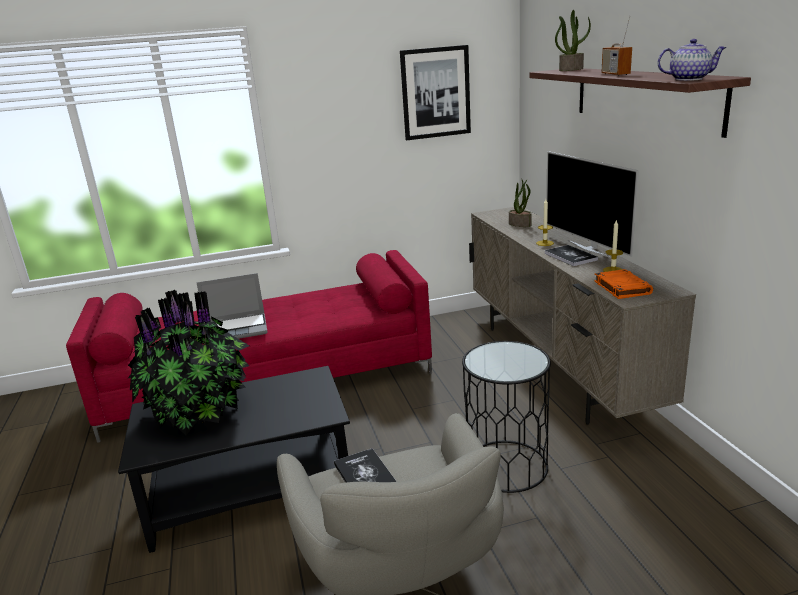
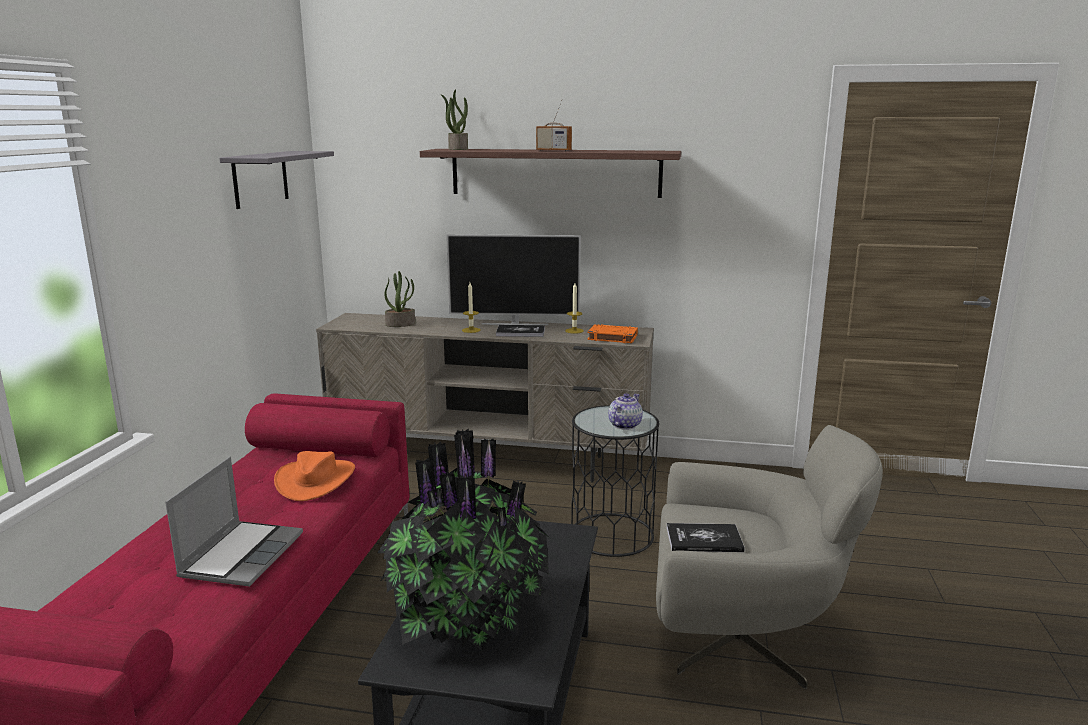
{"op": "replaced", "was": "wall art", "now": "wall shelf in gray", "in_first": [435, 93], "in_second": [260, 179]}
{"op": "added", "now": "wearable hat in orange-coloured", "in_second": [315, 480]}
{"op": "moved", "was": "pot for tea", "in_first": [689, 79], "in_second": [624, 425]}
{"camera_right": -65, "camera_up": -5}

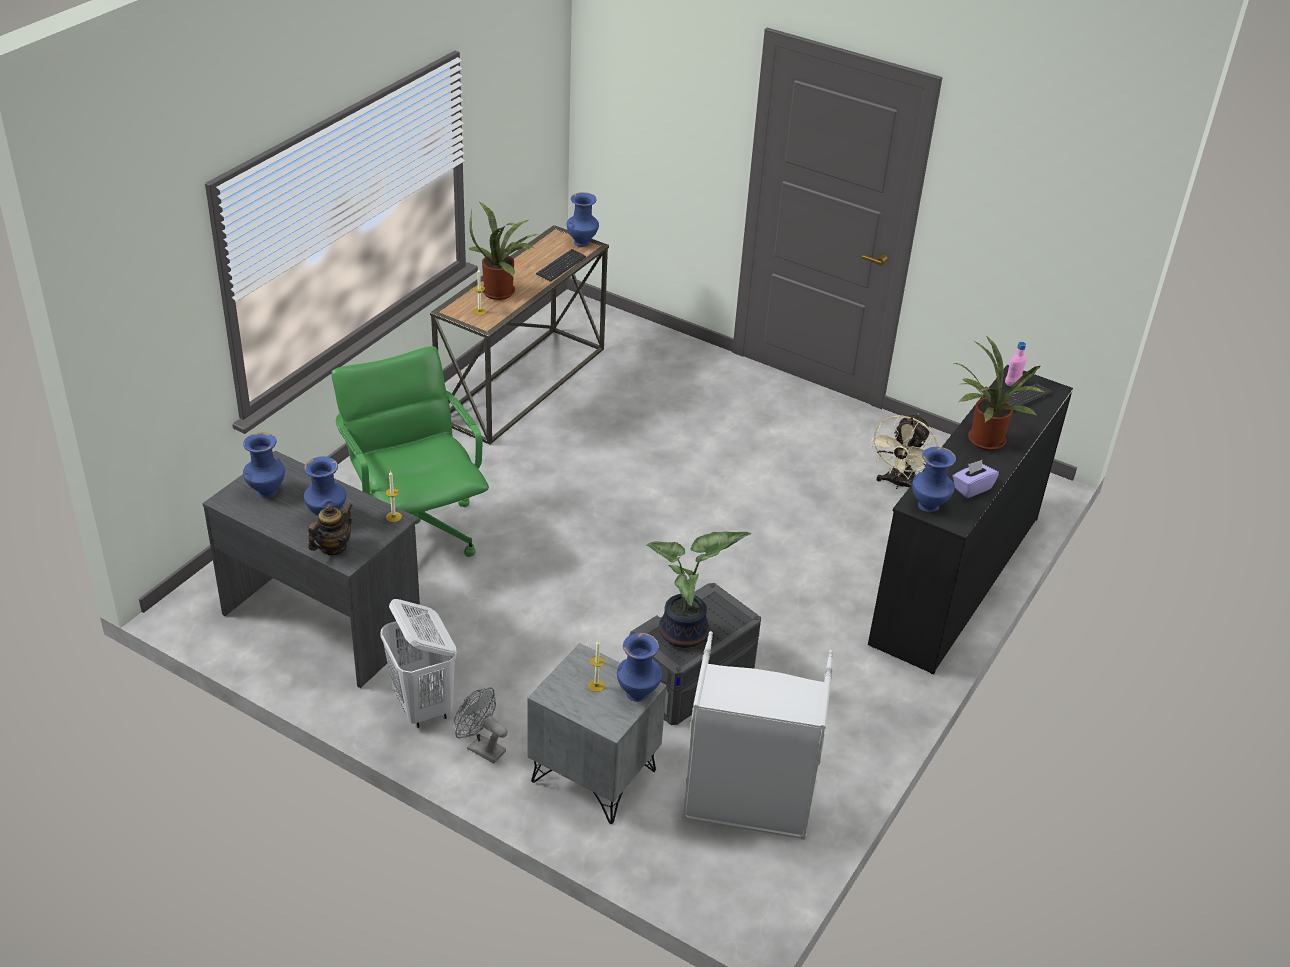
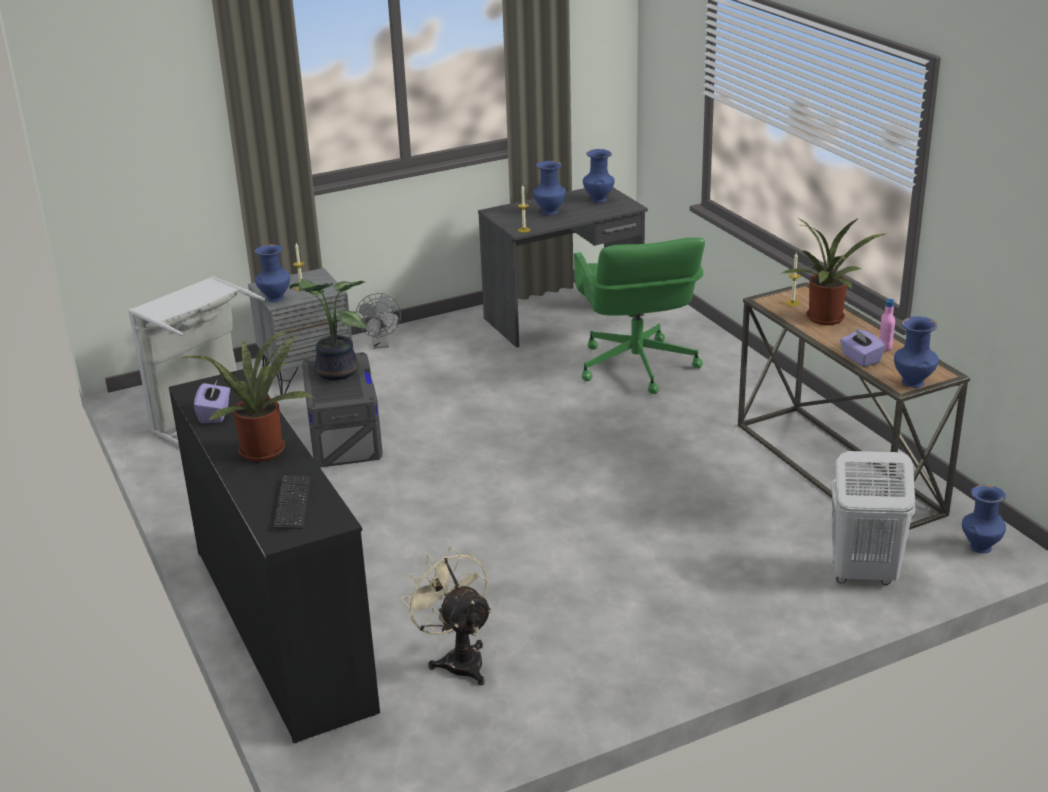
{"op": "turned", "was": "electric fan in gray", "in_first": [481, 748], "in_second": [381, 344], "clockwise": 105}
{"op": "turned", "was": "desk chair in green-coloured", "in_first": [415, 532], "in_second": [636, 367], "clockwise": 75}
{"op": "moved", "was": "hamper in whitish", "in_first": [423, 706], "in_second": [863, 574]}
{"op": "replaced", "was": "PC keyboard", "now": "tissue box in purple", "in_first": [561, 266], "in_second": [860, 359]}
{"op": "moved", "was": "drink bottle in pink-coloured", "in_first": [1012, 383], "in_second": [885, 348]}
{"op": "moved", "was": "decorative vase in blue", "in_first": [929, 506], "in_second": [980, 548]}
{"op": "removed", "was": "pot for tea", "in_first": [332, 547]}
{"camera_right": 125, "camera_up": -10}

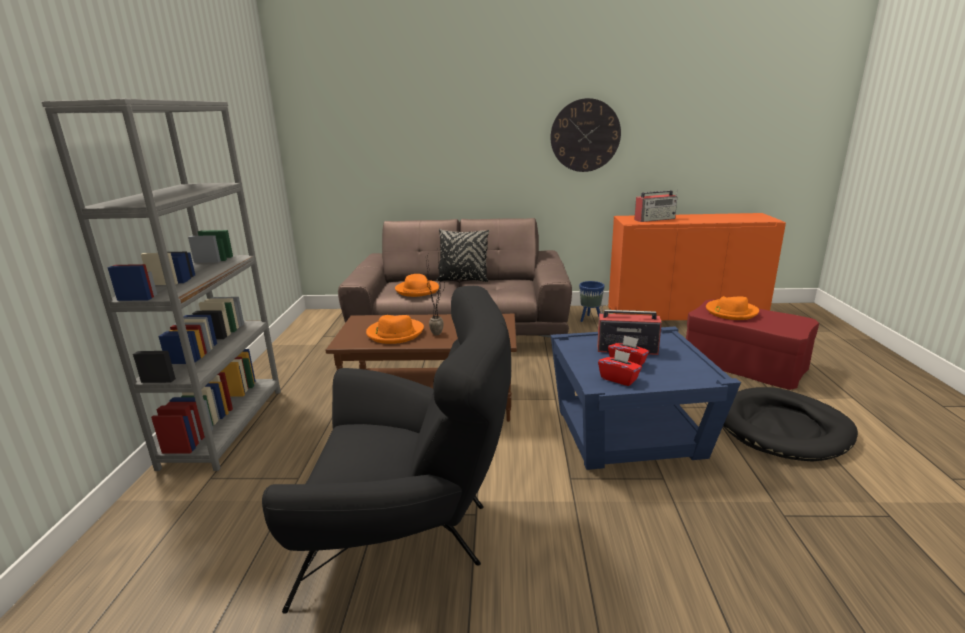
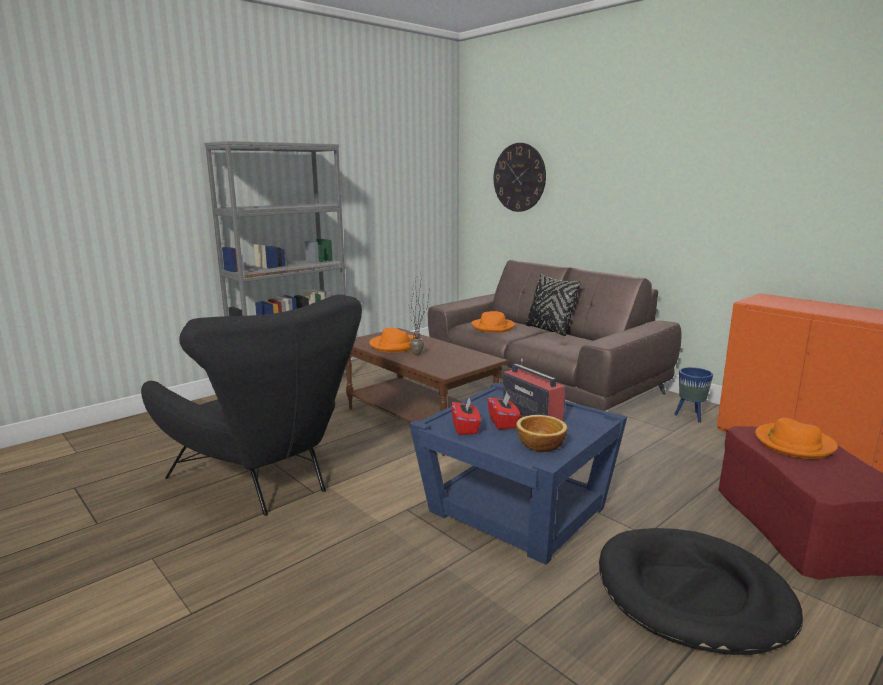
{"op": "moved", "was": "clock on the wall", "in_first": [585, 135], "in_second": [519, 177]}
{"op": "added", "now": "bowl", "in_second": [539, 444]}
{"op": "removed", "was": "radio receiver", "in_first": [655, 219]}
{"camera_right": 45, "camera_up": -5}

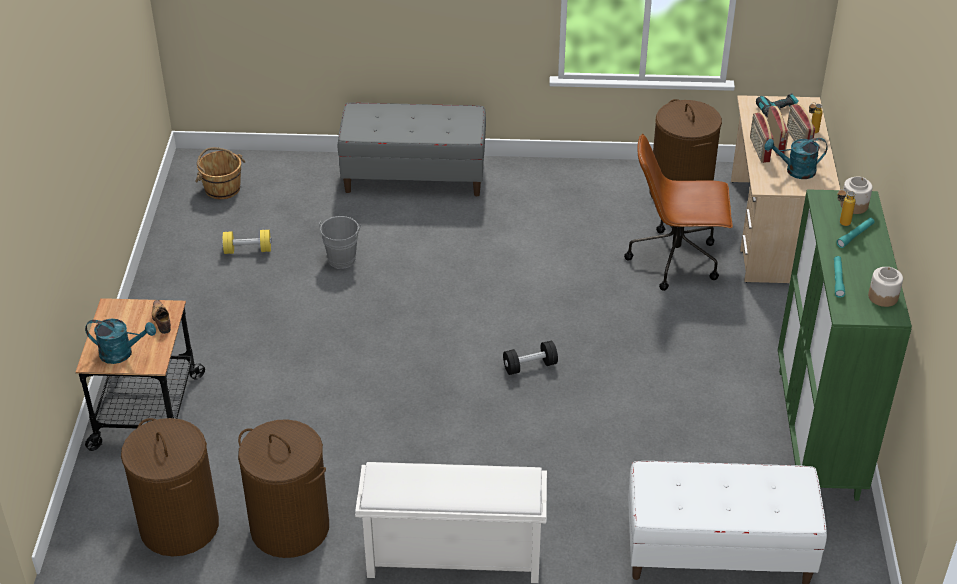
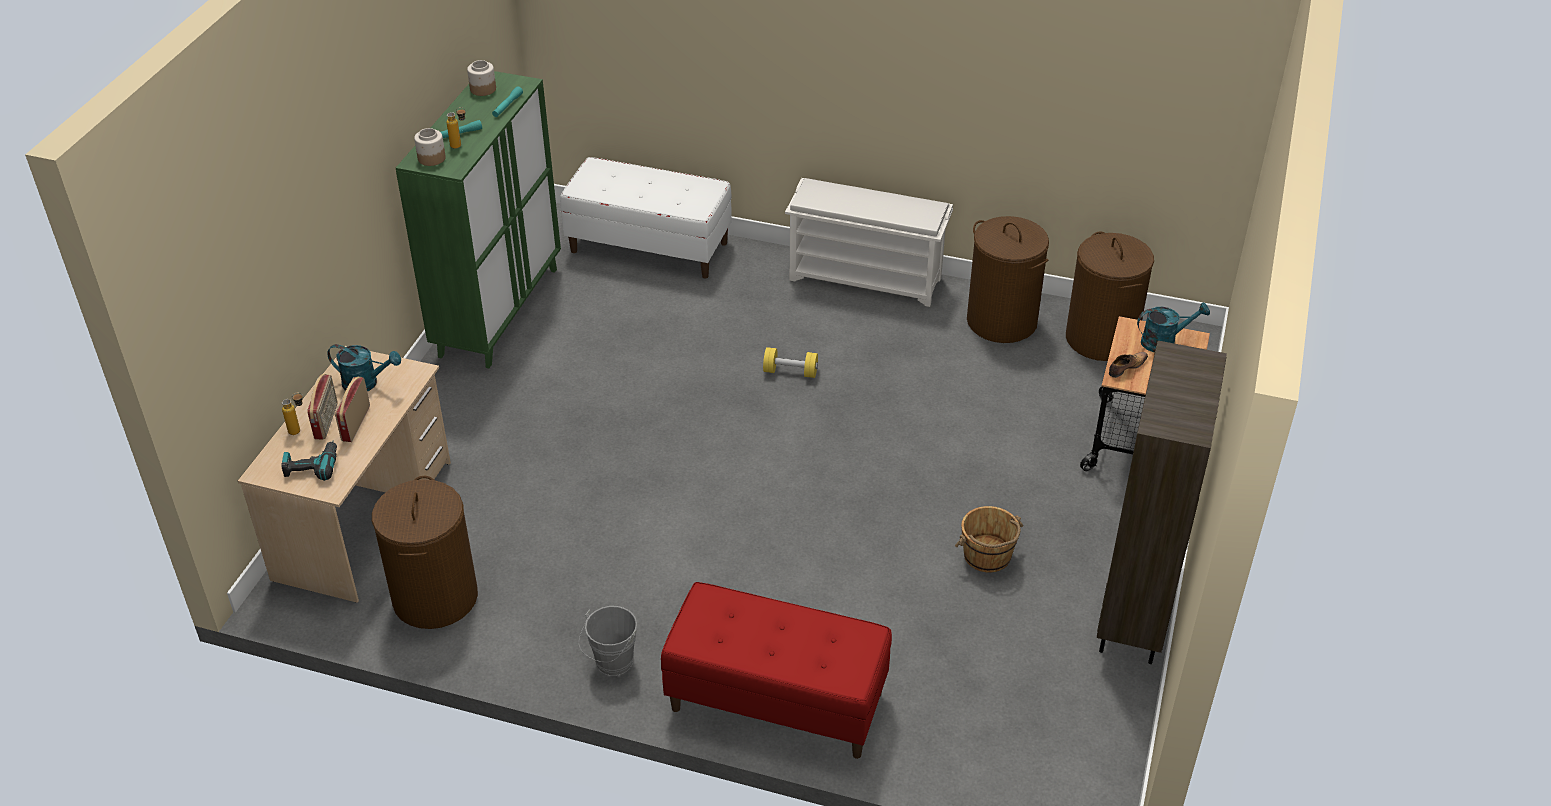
{"op": "moved", "was": "bucket in gray", "in_first": [343, 257], "in_second": [612, 664]}
{"op": "recoloured", "was": "indoor bench in gray", "now": "indoor bench in red-coloured", "in_first": [414, 176], "in_second": [776, 702]}
{"op": "moved", "was": "dumbbell in yellow", "in_first": [248, 250], "in_second": [790, 372]}
{"op": "moved", "was": "bucket in brown", "in_first": [222, 188], "in_second": [987, 556]}
{"op": "added", "now": "shelving unit in brown", "in_second": [1134, 619]}
{"op": "turned", "was": "item of footwear", "in_first": [161, 320], "in_second": [1126, 367], "clockwise": -120}
{"op": "turned", "was": "watering can in turquoise", "in_first": [122, 353], "in_second": [1164, 341], "clockwise": 150}
{"op": "removed", "was": "dumbbell in black-coloured", "in_first": [530, 366]}
{"op": "removed", "was": "desk chair in brown", "in_first": [676, 260]}
{"op": "removed", "was": "radio receiver", "in_first": [759, 150]}
{"camera_right": -165, "camera_up": 0}

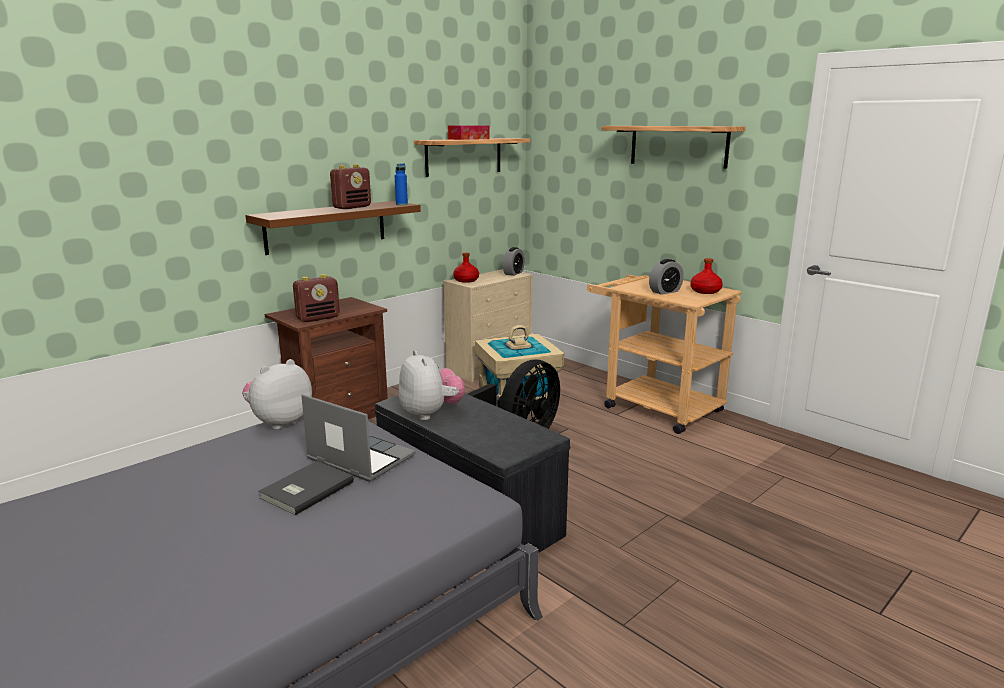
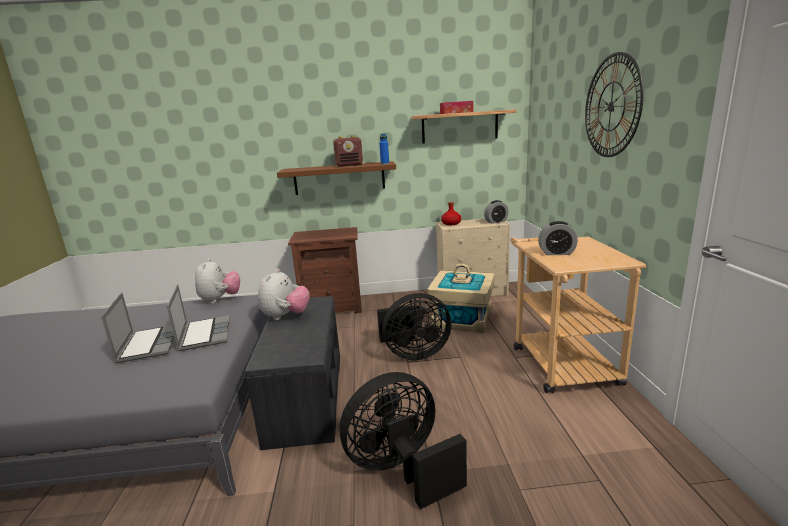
{"op": "replaced", "was": "bound book in gray", "now": "laptop", "in_first": [304, 490], "in_second": [148, 344]}
{"op": "turned", "was": "cuddly toy", "in_first": [279, 422], "in_second": [220, 299], "clockwise": 90}
{"op": "added", "now": "electric fan in black-coloured", "in_second": [401, 469]}
{"op": "replaced", "was": "wall shelf", "now": "clock on the wall", "in_first": [678, 146], "in_second": [611, 106]}
{"op": "removed", "was": "radio receiver", "in_first": [318, 318]}
{"op": "removed", "was": "drink bottle in red-coloured", "in_first": [705, 291]}
{"camera_right": 40, "camera_up": 0}

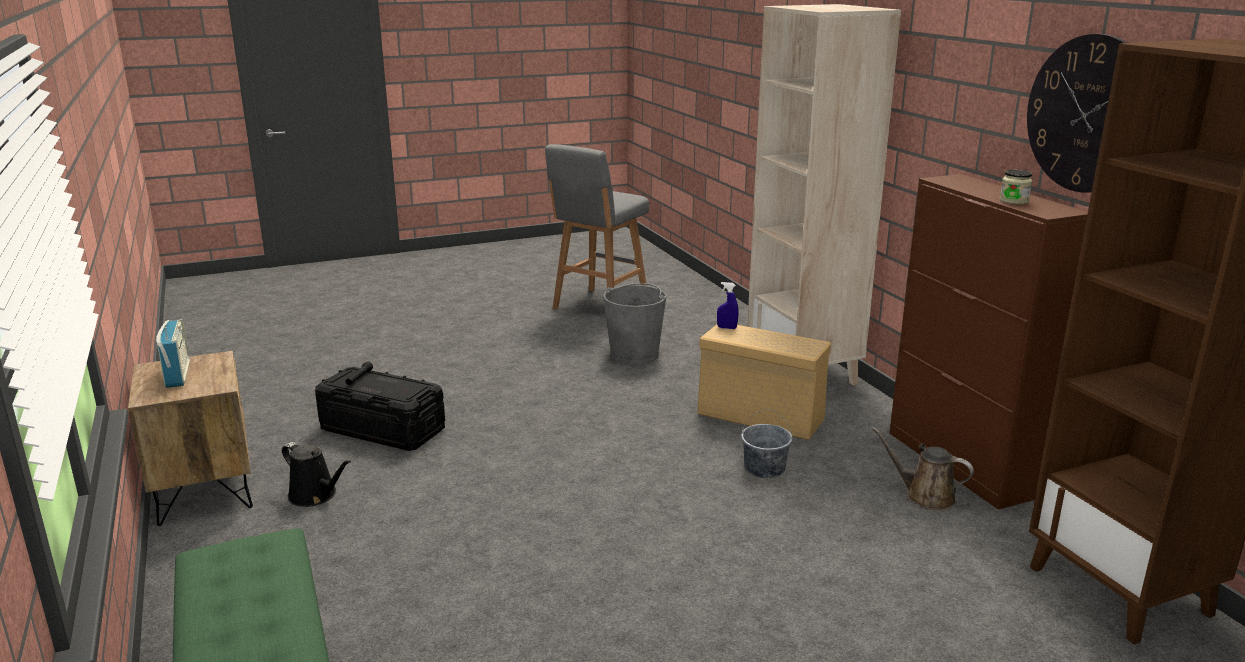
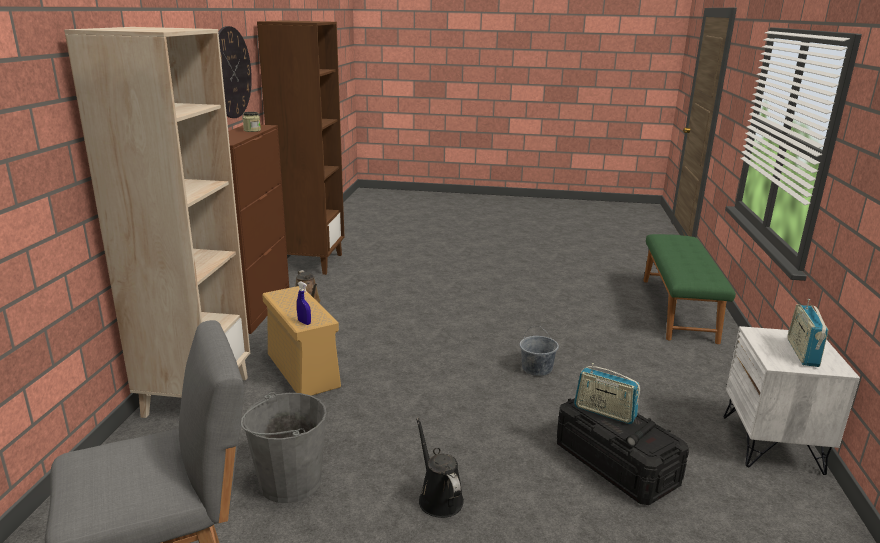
{"op": "moved", "was": "watering can in black-coloured", "in_first": [315, 495], "in_second": [438, 498]}
{"op": "moved", "was": "bucket in gray", "in_first": [764, 468], "in_second": [537, 368]}
{"op": "added", "now": "radio receiver", "in_second": [604, 412]}
{"op": "recoloured", "was": "night table in brown", "now": "night table in whitish", "in_first": [203, 492], "in_second": [772, 444]}
{"camera_right": -150, "camera_up": 0}

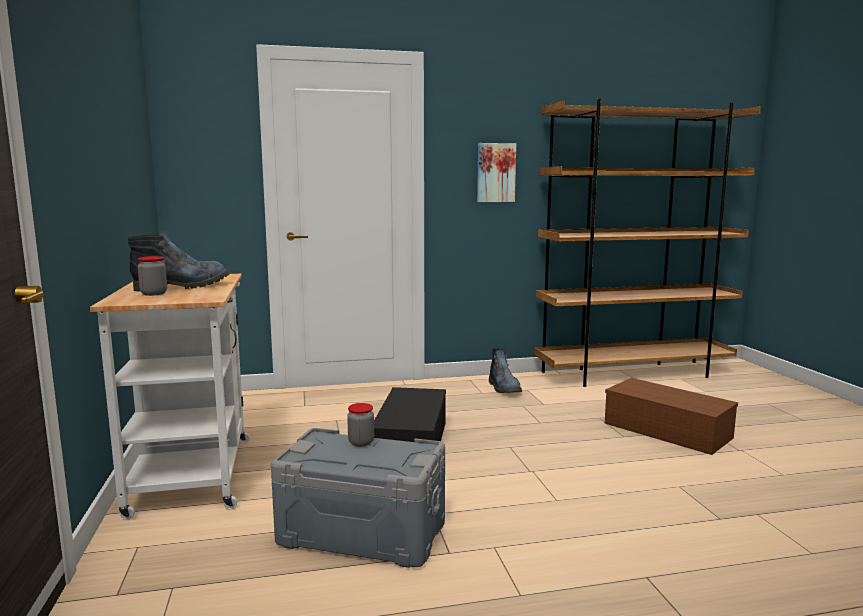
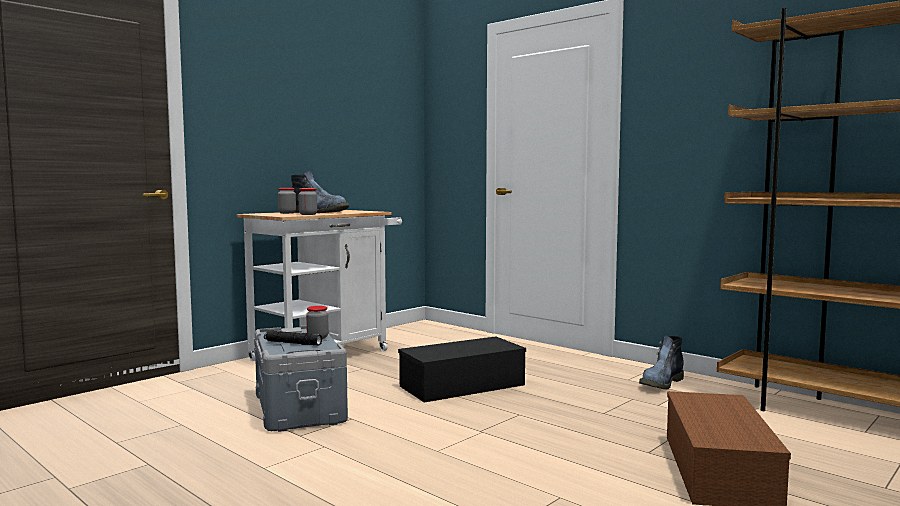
{"op": "added", "now": "flashlight in black-coloured", "in_second": [293, 343]}
{"op": "added", "now": "preserve jar", "in_second": [308, 214]}
{"op": "removed", "was": "wall art", "in_first": [495, 172]}
{"camera_right": 55, "camera_up": -5}

